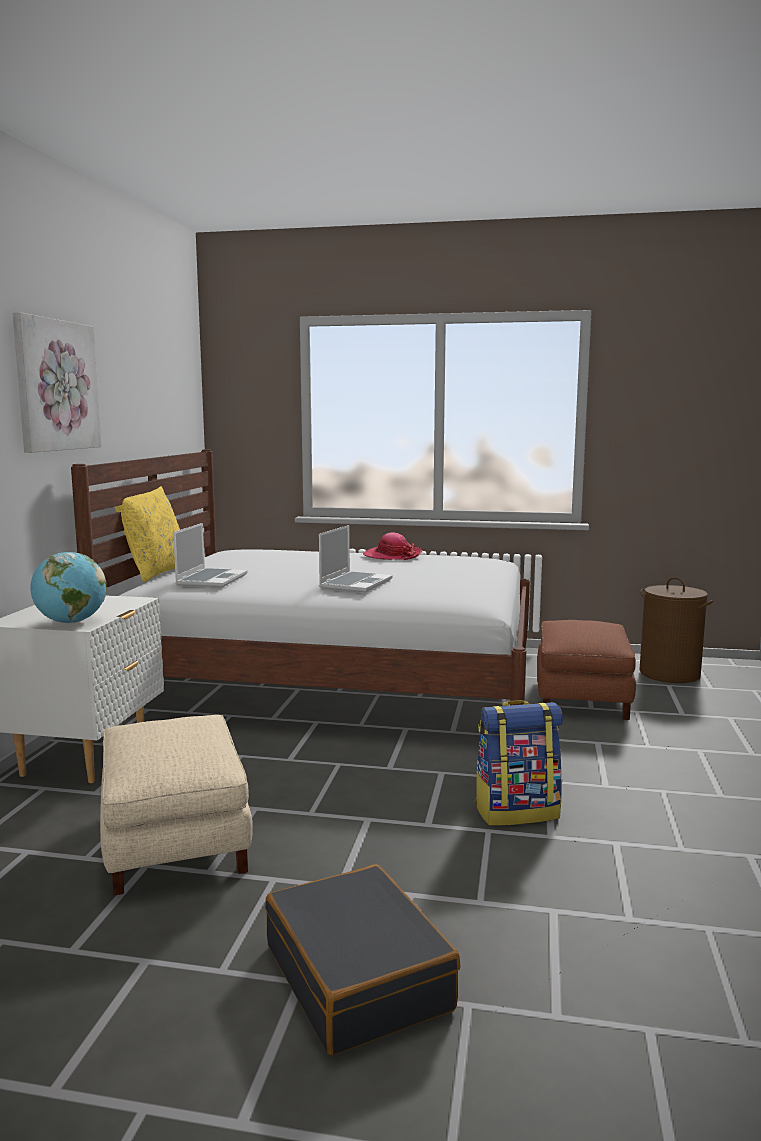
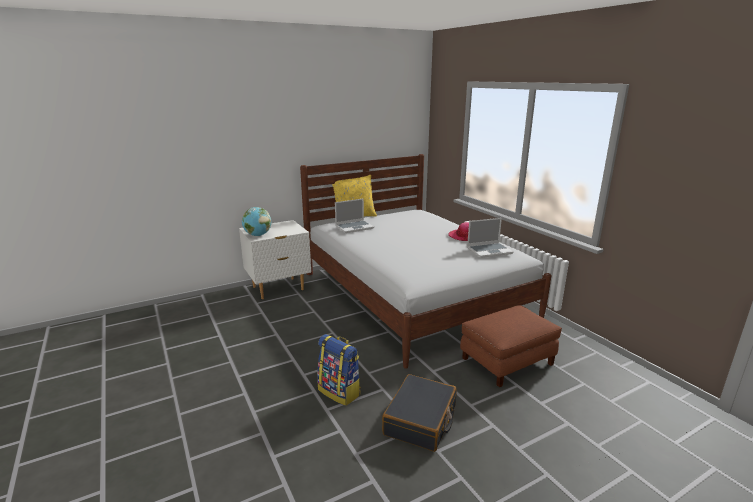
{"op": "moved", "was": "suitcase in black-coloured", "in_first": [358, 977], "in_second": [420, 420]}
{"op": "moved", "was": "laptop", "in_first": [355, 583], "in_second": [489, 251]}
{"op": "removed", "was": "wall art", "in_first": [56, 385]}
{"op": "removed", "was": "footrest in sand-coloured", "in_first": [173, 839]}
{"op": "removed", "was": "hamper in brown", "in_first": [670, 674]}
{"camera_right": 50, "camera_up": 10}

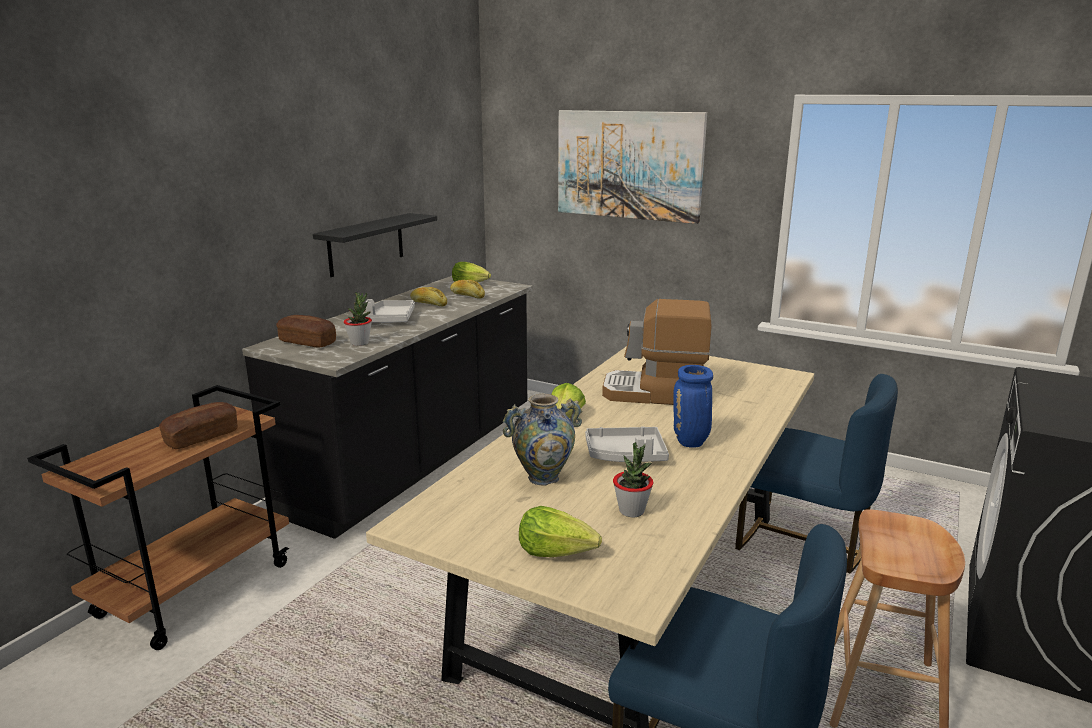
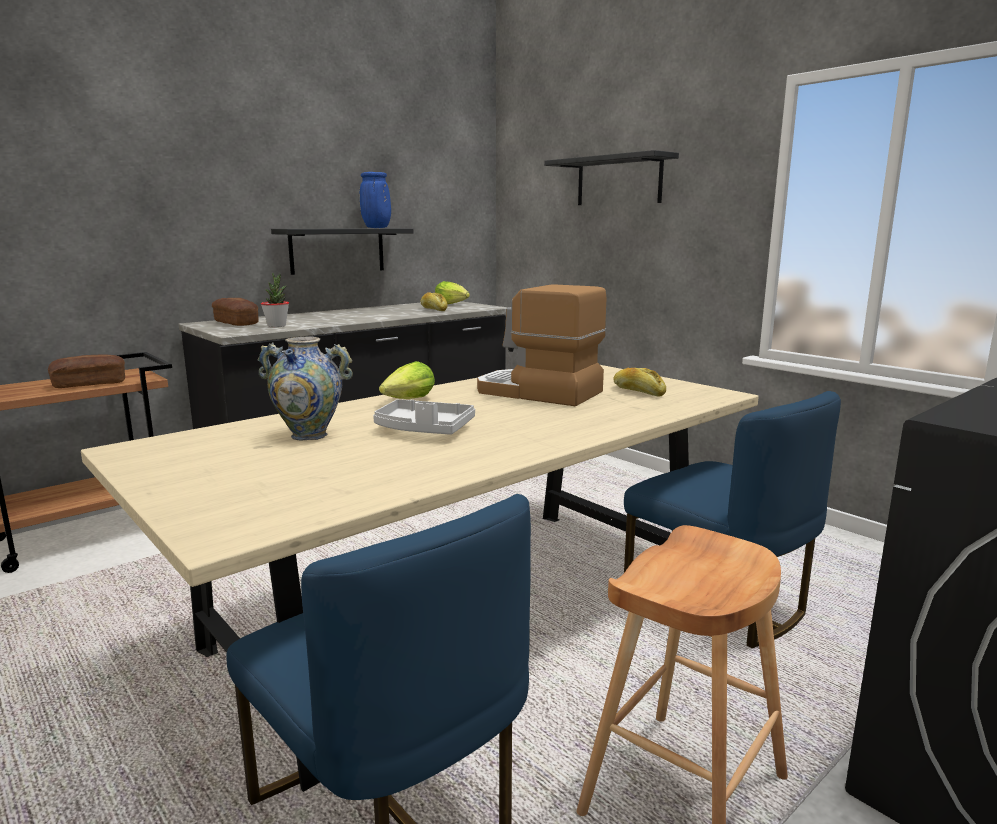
{"op": "moved", "was": "decorative vase in blue", "in_first": [691, 442], "in_second": [376, 228]}
{"op": "replaced", "was": "wall art", "now": "wall shelf in black-coloured", "in_first": [628, 165], "in_second": [618, 181]}
{"op": "moved", "was": "bread", "in_first": [428, 304], "in_second": [638, 391]}
{"op": "removed", "was": "serving tray in gray", "in_first": [390, 319]}
{"op": "removed", "was": "lettuce", "in_first": [556, 551]}
{"op": "removed", "was": "potted plant", "in_first": [631, 511]}
{"camera_right": 20, "camera_up": -5}

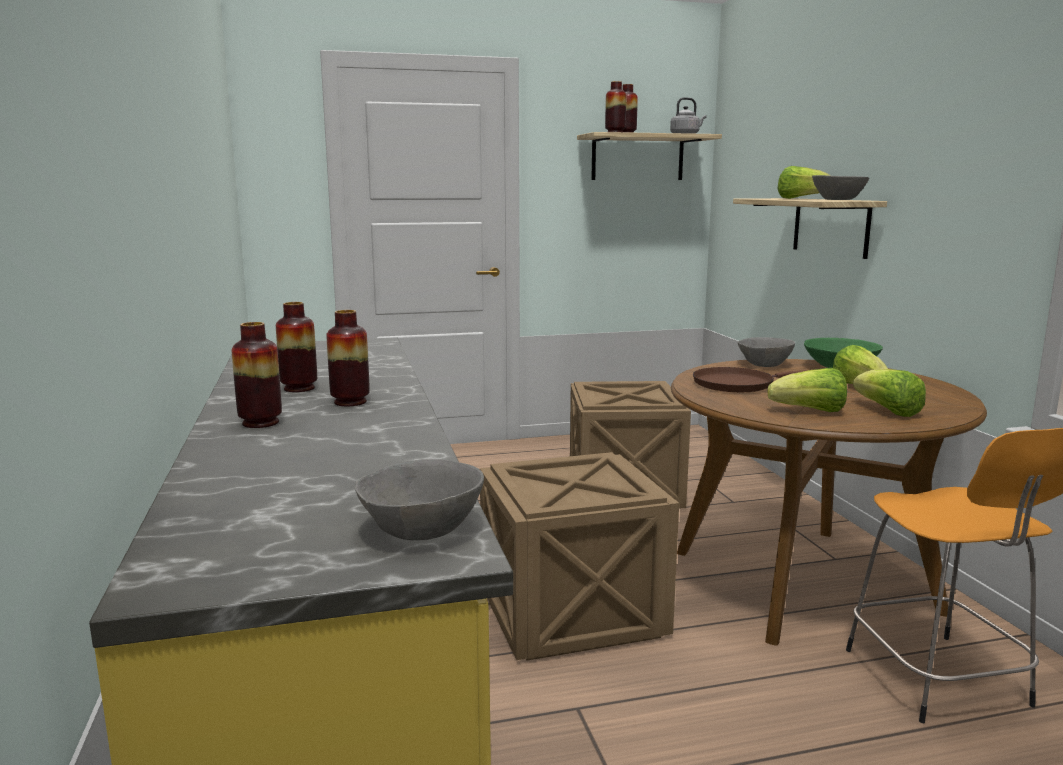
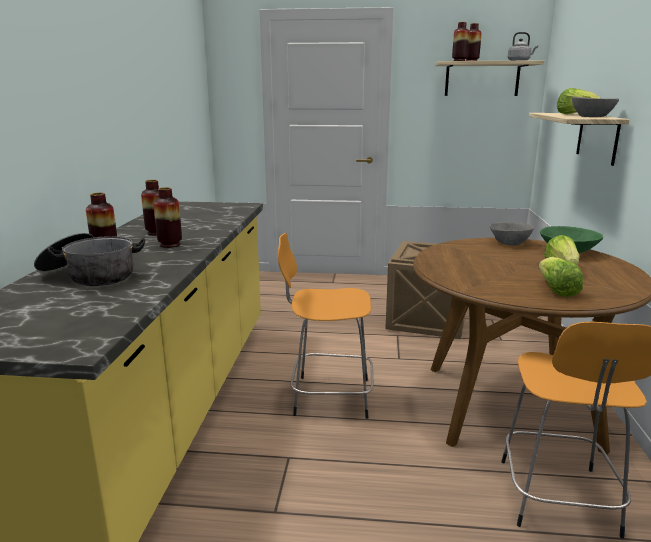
{"op": "added", "now": "saucepot", "in_second": [90, 276]}
{"op": "replaced", "was": "crate", "now": "stool seat in orange-coloured", "in_first": [569, 613], "in_second": [328, 396]}
{"op": "removed", "was": "bowl in gray", "in_first": [422, 529]}
{"op": "removed", "was": "frying pan in brown", "in_first": [737, 384]}
{"op": "removed", "was": "lettuce", "in_first": [810, 411]}
{"camera_right": 20, "camera_up": 5}

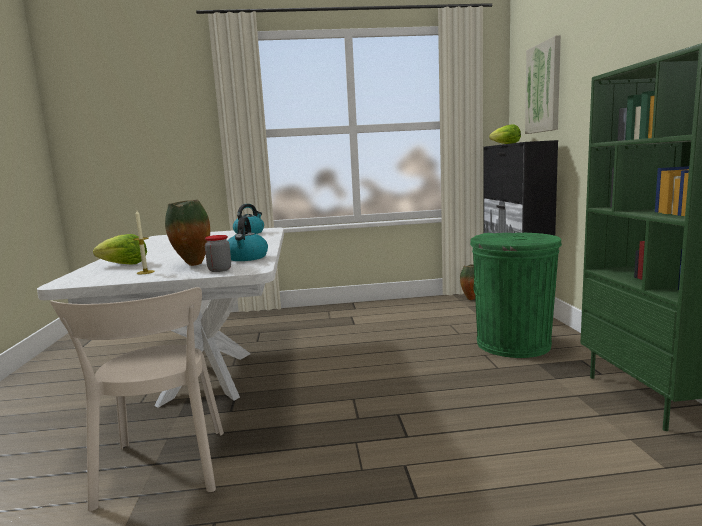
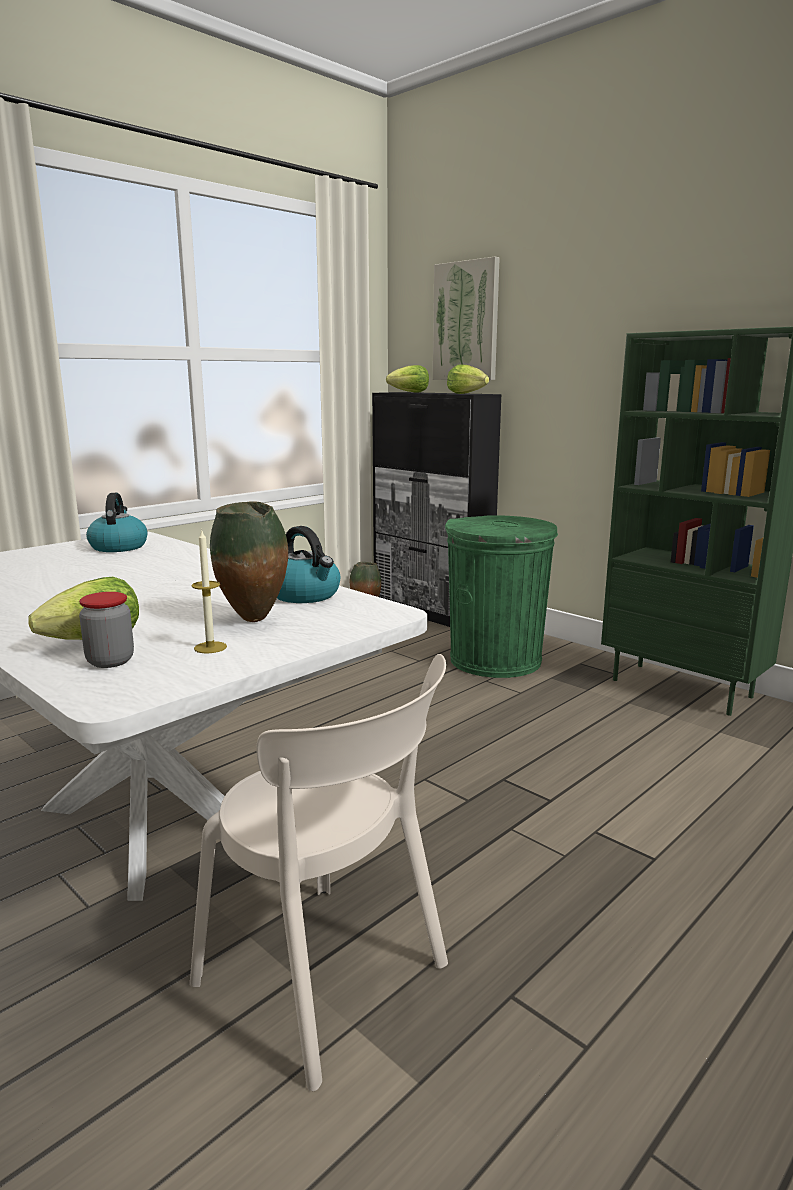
{"op": "moved", "was": "preserve jar", "in_first": [219, 270], "in_second": [110, 661]}
{"op": "added", "now": "lettuce", "in_second": [466, 394]}
{"camera_right": -40, "camera_up": 5}

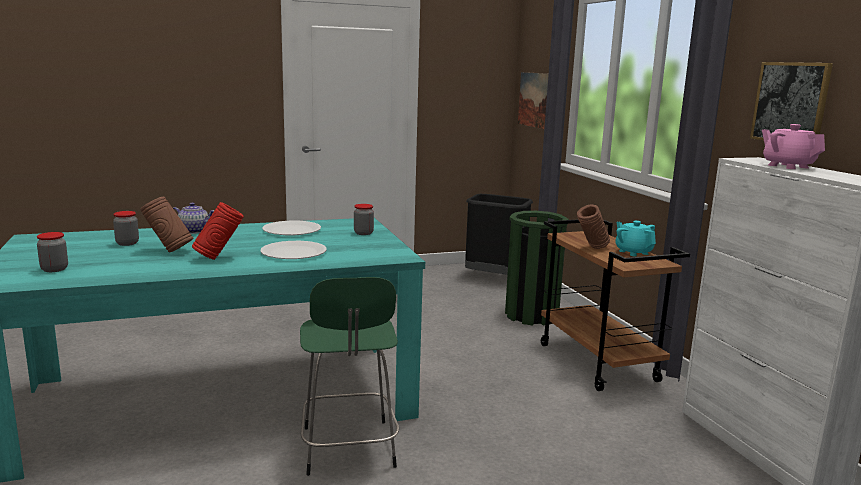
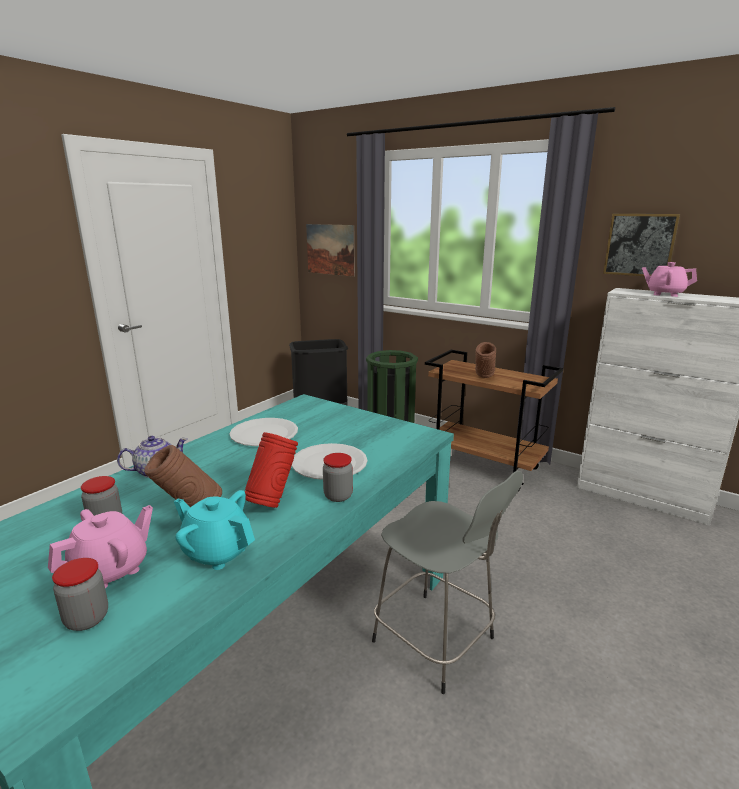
{"op": "added", "now": "pot for tea in pink-coloured", "in_second": [111, 570]}
{"op": "moved", "was": "pot for tea in turquoise", "in_first": [633, 252], "in_second": [217, 552]}
{"op": "moved", "was": "preserve jar", "in_first": [363, 233], "in_second": [338, 496]}
{"op": "recoloured", "was": "stool seat in green-coloured", "now": "stool seat in gray", "in_first": [348, 449], "in_second": [436, 642]}
{"camera_right": -35, "camera_up": 5}

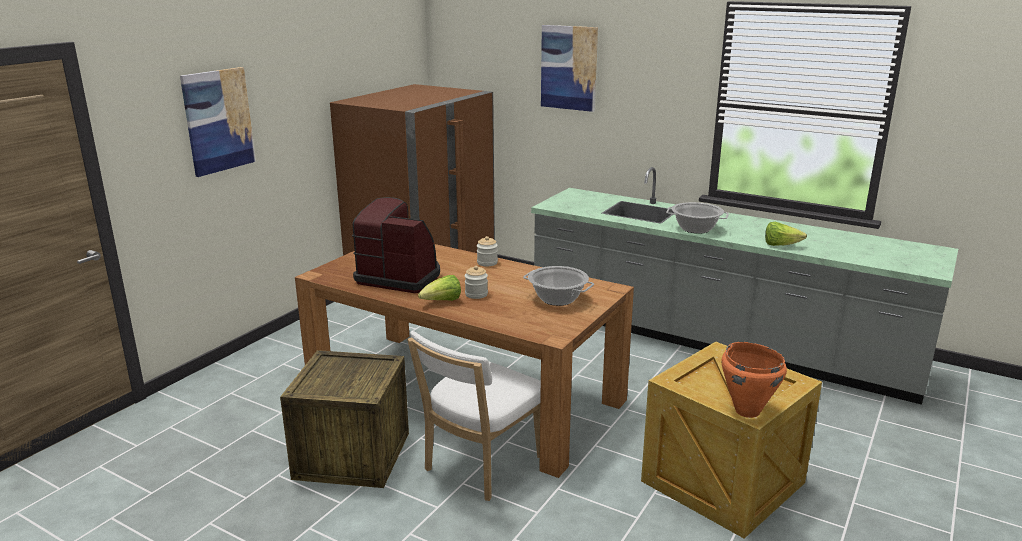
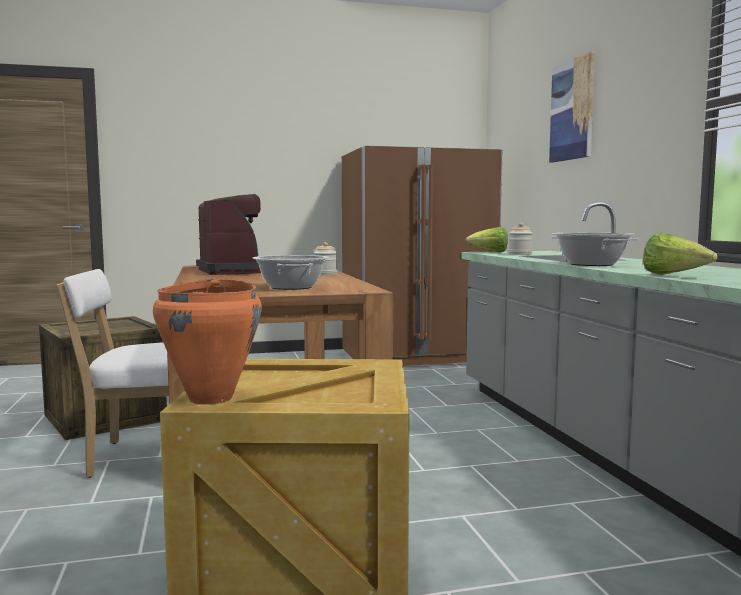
{"op": "moved", "was": "lettuce", "in_first": [442, 302], "in_second": [490, 252]}
{"op": "moved", "was": "preserve jar", "in_first": [476, 294], "in_second": [520, 254]}
{"op": "removed", "was": "wall art", "in_first": [218, 121]}
{"camera_right": 45, "camera_up": -15}

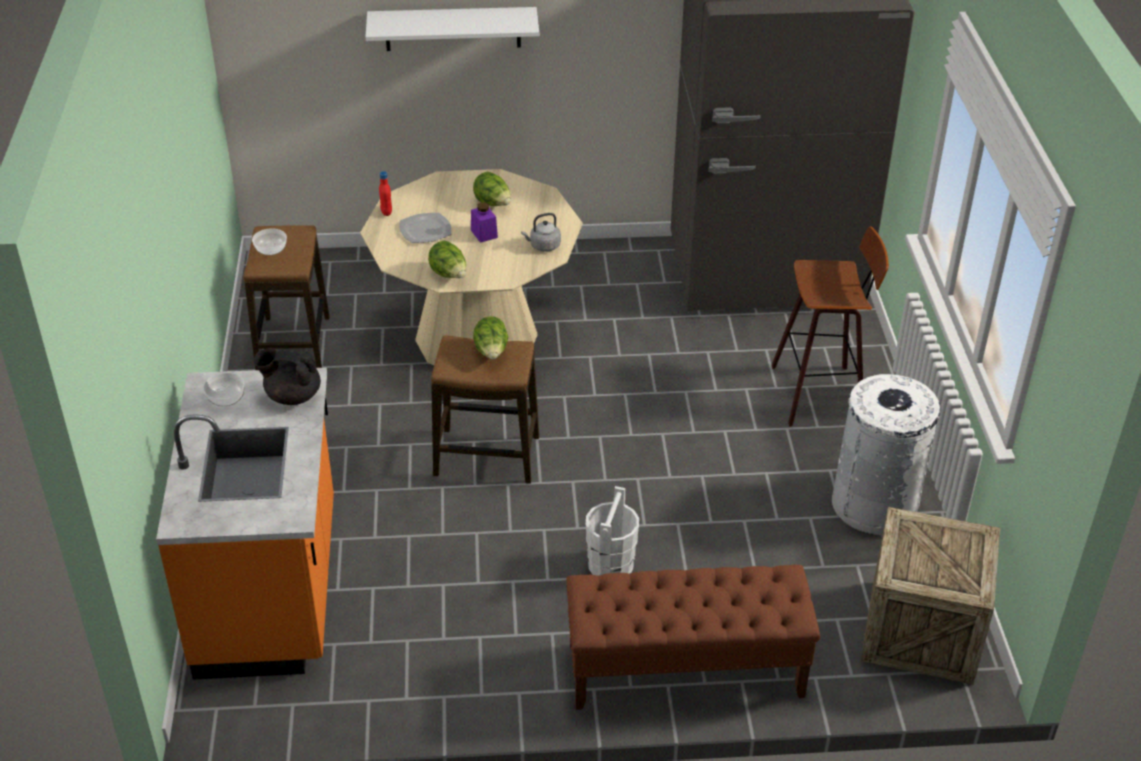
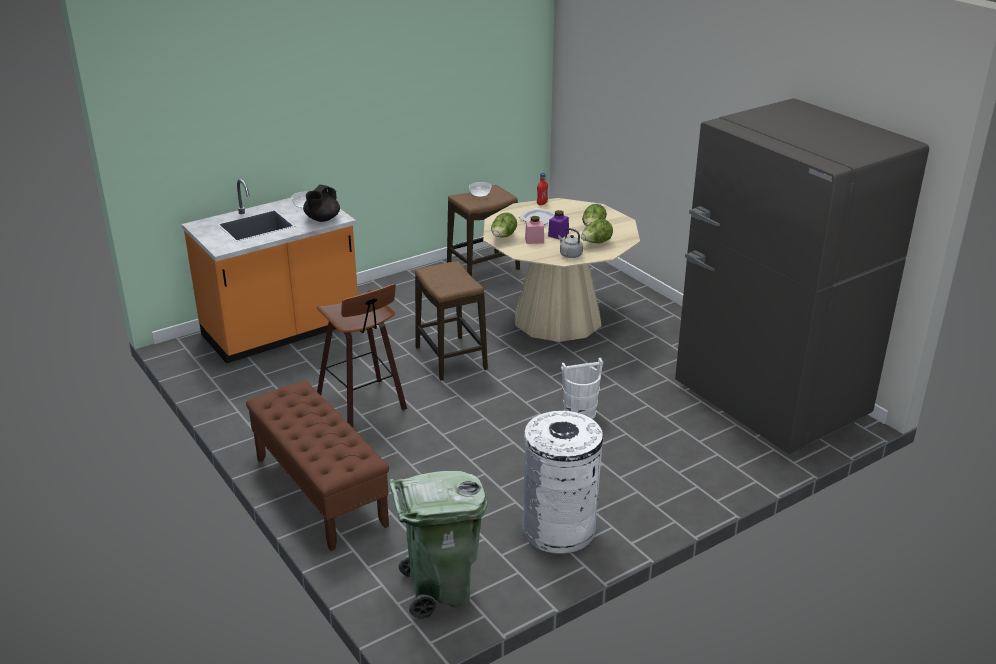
{"op": "turned", "was": "pot for tea in black-coloured", "in_first": [292, 396], "in_second": [322, 219], "clockwise": -135}
{"op": "moved", "was": "stool seat", "in_first": [820, 392], "in_second": [364, 406]}
{"op": "replaced", "was": "crate", "now": "waste bin in green-coloured", "in_first": [921, 631], "in_second": [439, 590]}
{"op": "added", "now": "preserve jar in pink-coloured", "in_second": [534, 240]}
{"op": "moved", "was": "bucket in whitish", "in_first": [611, 565], "in_second": [580, 413]}
{"op": "moved", "was": "lettuce", "in_first": [491, 352], "in_second": [596, 243]}
{"op": "removed", "was": "wall shelf in whitish", "in_first": [453, 28]}
{"camera_right": 60, "camera_up": -10}

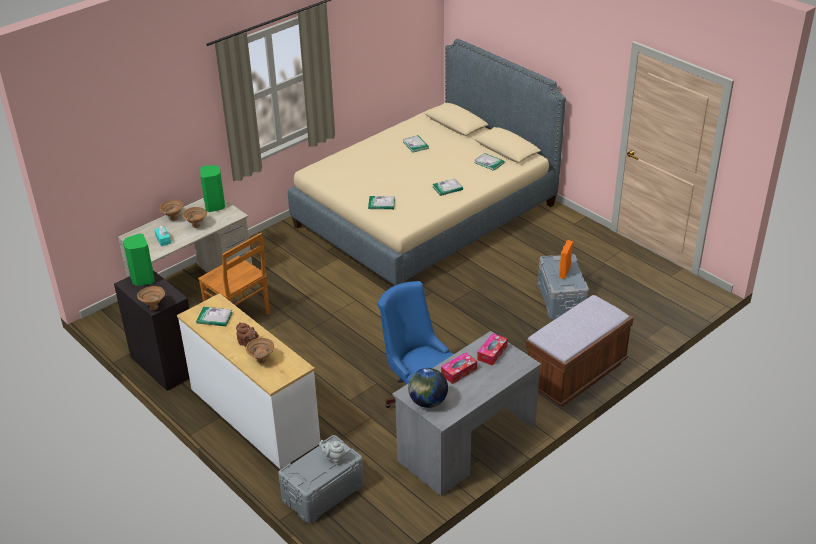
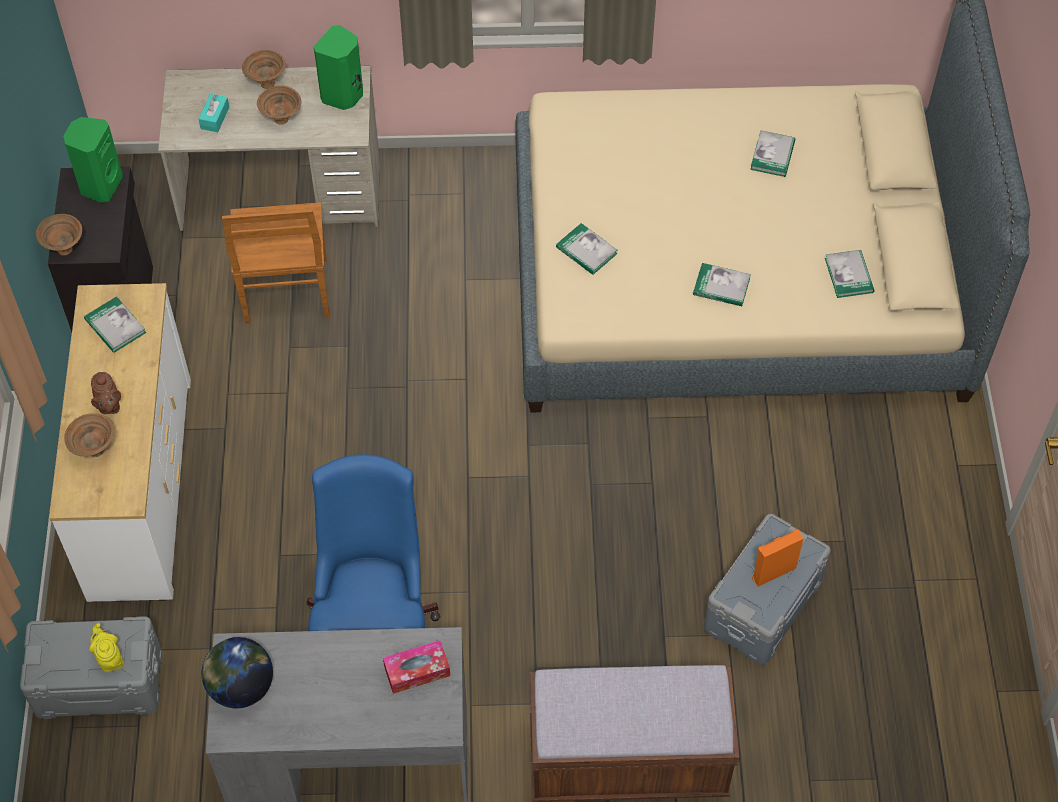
{"op": "recoloured", "was": "pot for tea in gray", "now": "pot for tea in yellow", "in_first": [334, 459], "in_second": [109, 658]}
{"op": "removed", "was": "tissue box", "in_first": [459, 372]}
{"camera_right": 40, "camera_up": 20}

